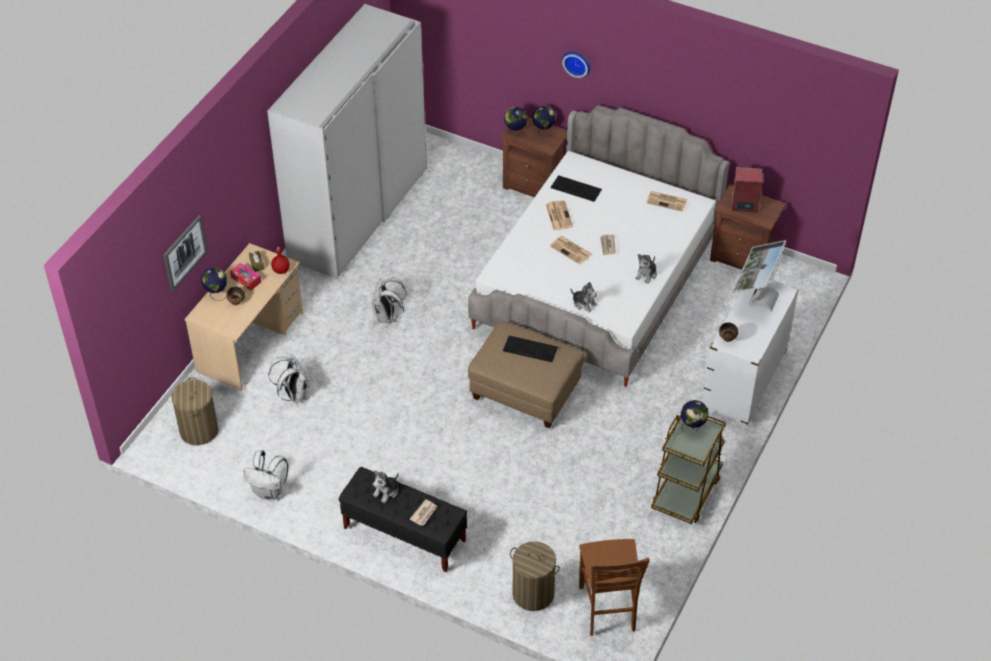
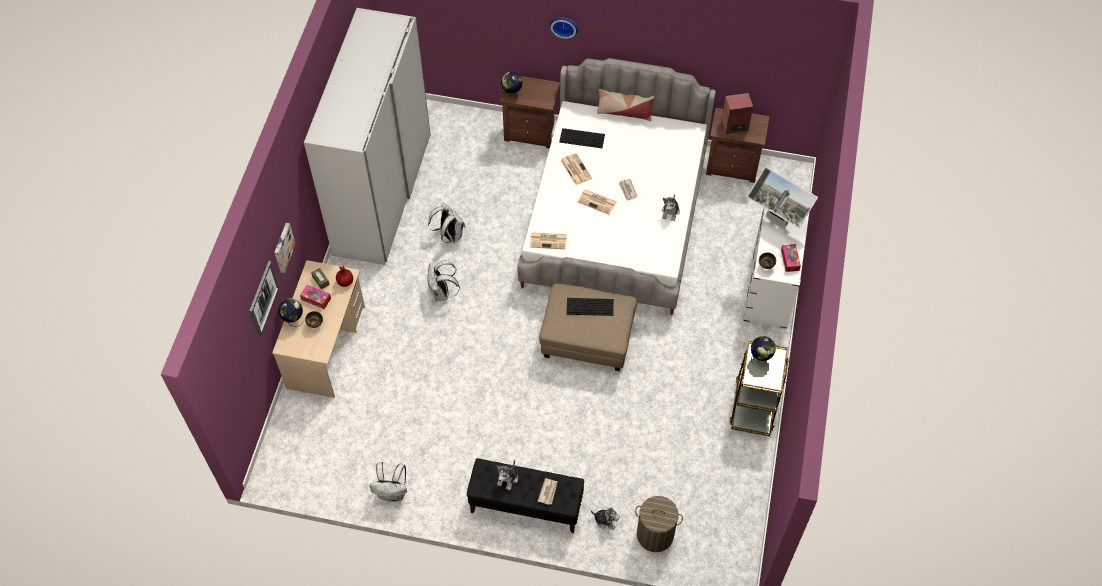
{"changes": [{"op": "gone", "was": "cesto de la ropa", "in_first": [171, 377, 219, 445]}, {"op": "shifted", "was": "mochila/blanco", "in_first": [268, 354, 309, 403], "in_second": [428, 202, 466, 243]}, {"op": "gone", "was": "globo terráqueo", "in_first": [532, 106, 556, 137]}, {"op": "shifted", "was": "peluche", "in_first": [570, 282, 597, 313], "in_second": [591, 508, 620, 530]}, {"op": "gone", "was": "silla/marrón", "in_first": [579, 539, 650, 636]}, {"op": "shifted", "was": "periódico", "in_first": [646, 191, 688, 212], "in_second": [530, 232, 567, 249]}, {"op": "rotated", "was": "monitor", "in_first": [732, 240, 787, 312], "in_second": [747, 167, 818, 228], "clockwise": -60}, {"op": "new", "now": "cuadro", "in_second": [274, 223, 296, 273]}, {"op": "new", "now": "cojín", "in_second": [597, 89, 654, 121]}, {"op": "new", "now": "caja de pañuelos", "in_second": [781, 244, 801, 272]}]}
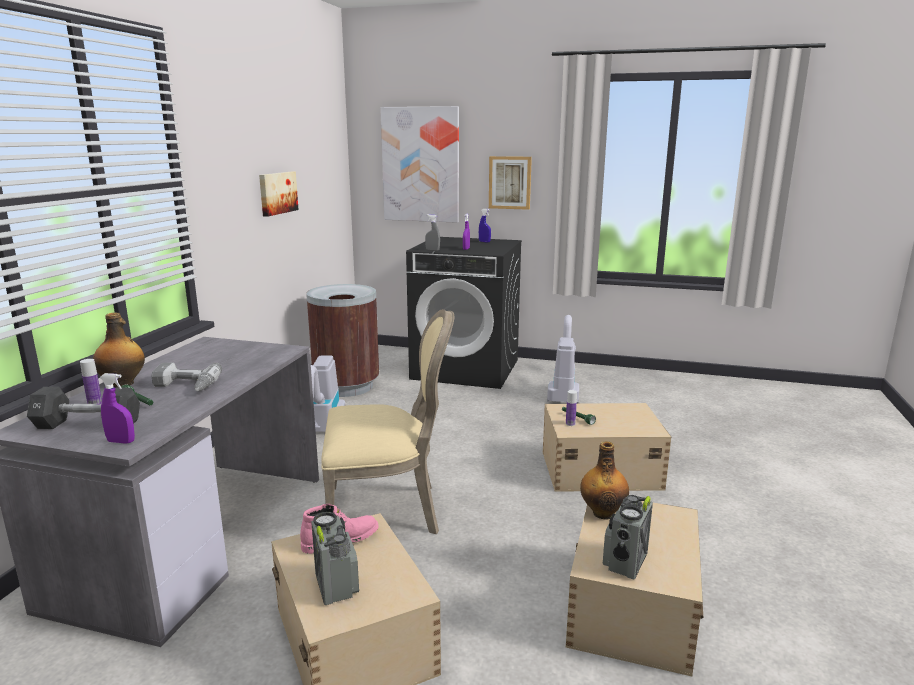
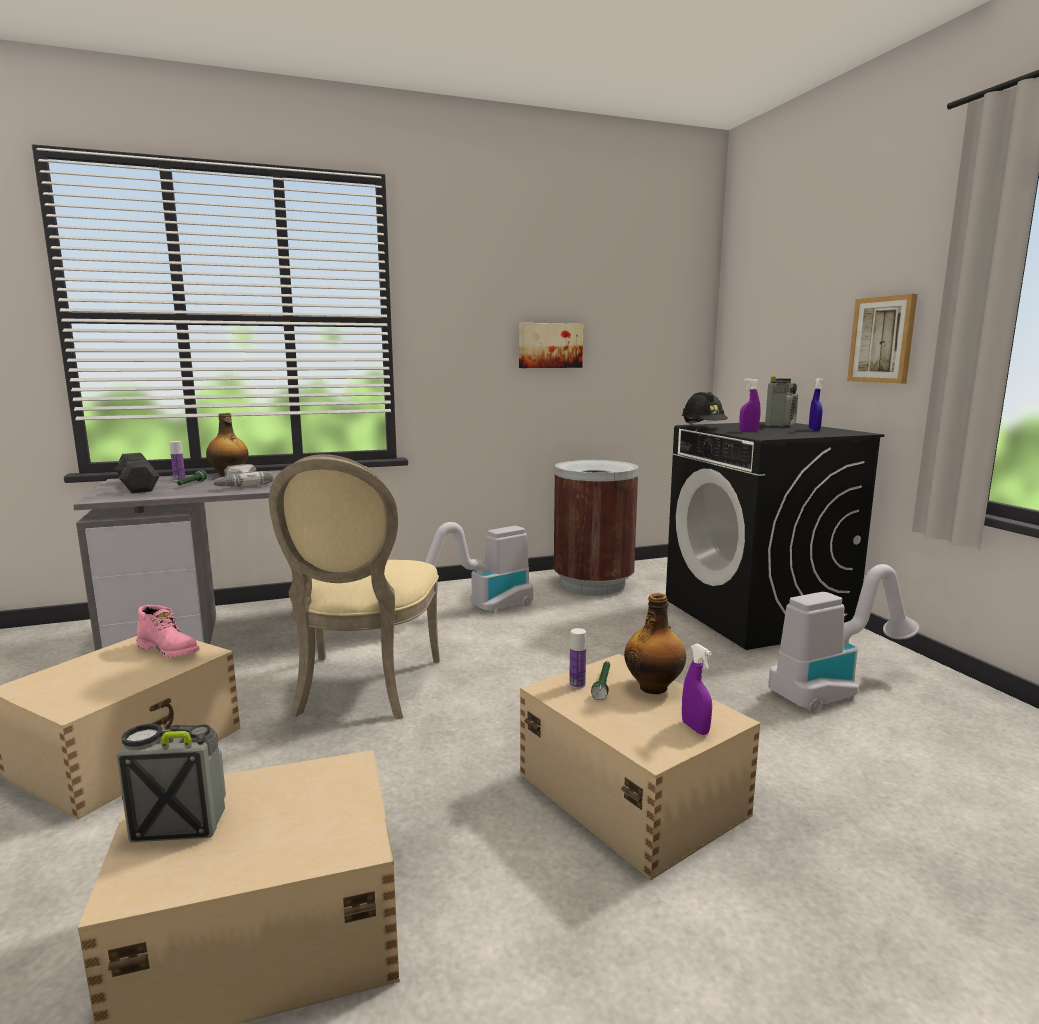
{"changes": [{"op": "shifted", "was": "pulverizador/morado", "in_first": [100, 373, 135, 444], "in_second": [682, 644, 712, 735]}, {"op": "shifted", "was": "radio", "in_first": [311, 512, 359, 605], "in_second": [765, 376, 798, 427]}, {"op": "rotated", "was": "silla/beis", "in_first": [321, 309, 454, 534], "in_second": [269, 454, 440, 720], "clockwise": 45}, {"op": "gone", "was": "cuadro", "in_first": [380, 106, 459, 223]}, {"op": "swapped", "was": "pulverizador/gris", "now": "casco/negro", "in_first": [425, 214, 440, 251], "in_second": [682, 392, 728, 425]}, {"op": "shifted", "was": "botella", "in_first": [580, 441, 629, 520], "in_second": [624, 593, 686, 694]}]}
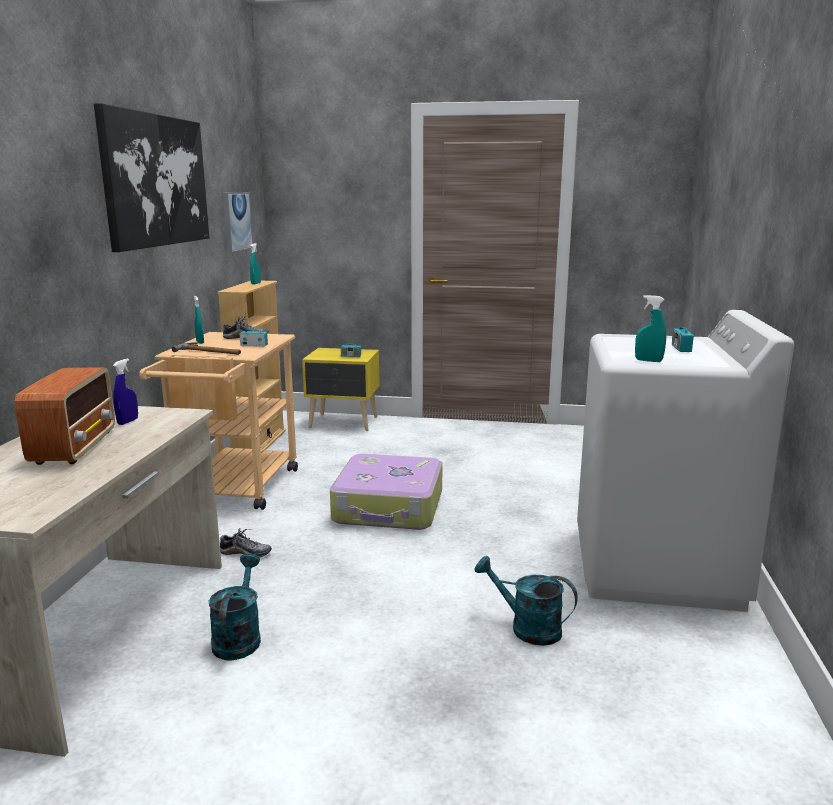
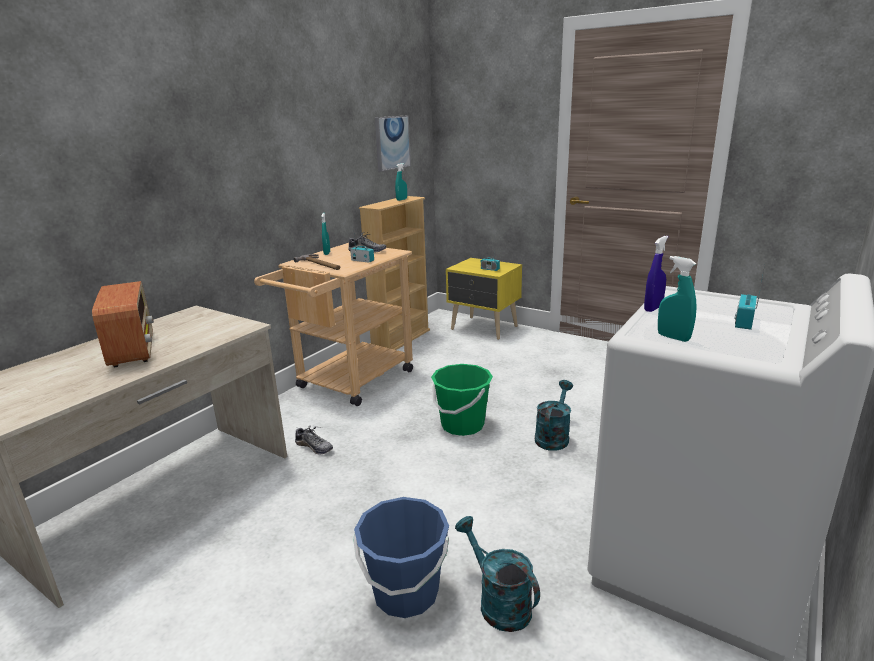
{"changes": [{"op": "rotated", "was": "radio", "in_first": [15, 367, 115, 465], "in_second": [92, 281, 154, 368], "clockwise": -45}, {"op": "gone", "was": "cuadro", "in_first": [94, 103, 209, 252]}, {"op": "shifted", "was": "pulverizador/azul", "in_first": [113, 358, 138, 425], "in_second": [644, 236, 668, 312]}, {"op": "shifted", "was": "regadera/turquesa", "in_first": [209, 553, 261, 660], "in_second": [535, 380, 573, 451]}, {"op": "swapped", "was": "maleta", "now": "cubo/verde", "in_first": [330, 454, 443, 530], "in_second": [431, 364, 493, 436]}, {"op": "new", "now": "cubo/azul", "in_second": [353, 497, 449, 618]}]}
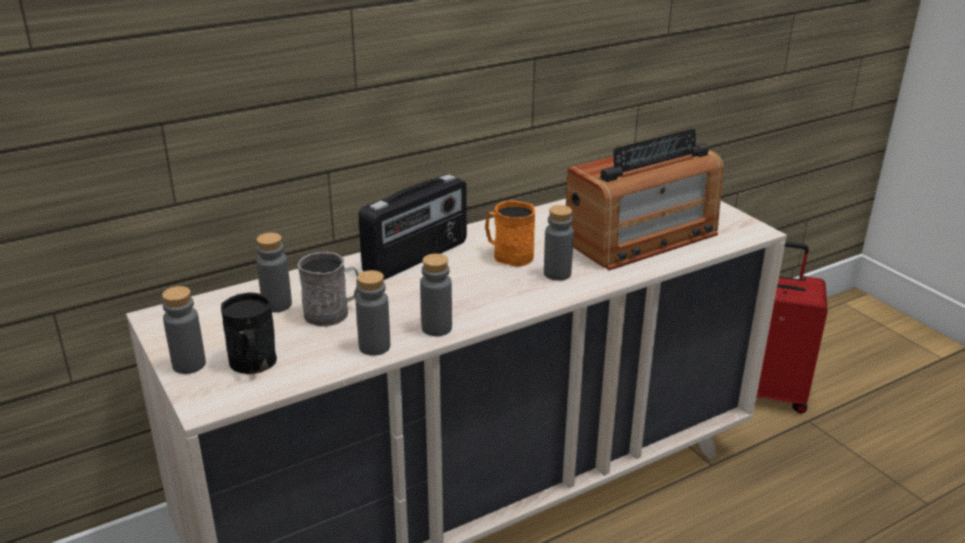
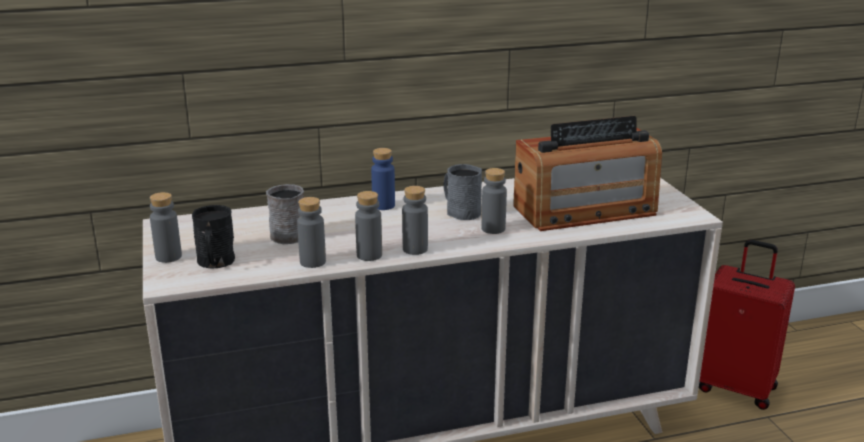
{"changes": [{"op": "shifted", "was": "botella/gris", "in_first": [256, 233, 292, 313], "in_second": [402, 186, 428, 255]}, {"op": "swapped", "was": "radio", "now": "botella/azul", "in_first": [358, 174, 467, 280], "in_second": [371, 148, 395, 210]}, {"op": "repainted", "was": "taza grande/naranja", "now": "taza grande/gris", "in_first": [485, 200, 535, 267], "in_second": [443, 164, 482, 220]}]}
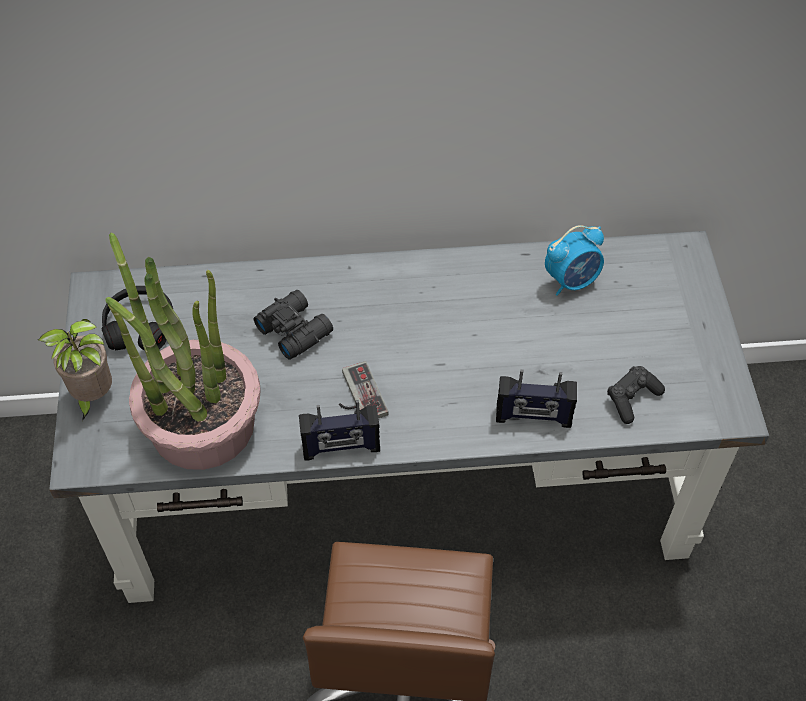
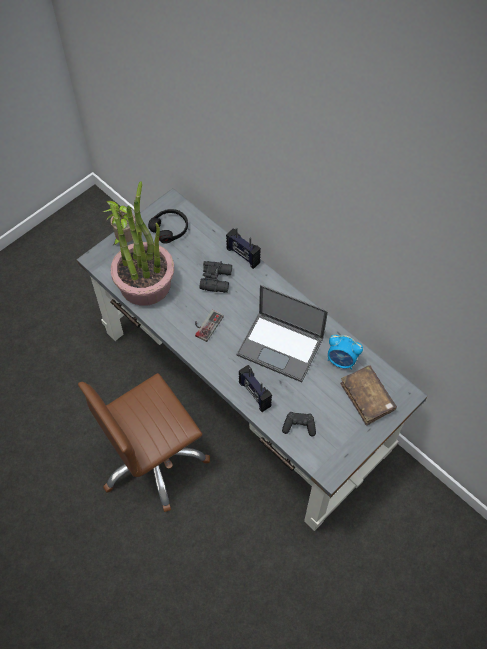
{"changes": [{"op": "shifted", "was": "radio", "in_first": [299, 400, 380, 460], "in_second": [226, 227, 261, 269]}, {"op": "new", "now": "portátil", "in_second": [237, 285, 328, 382]}, {"op": "new", "now": "libro/marrón", "in_second": [340, 365, 397, 426]}]}
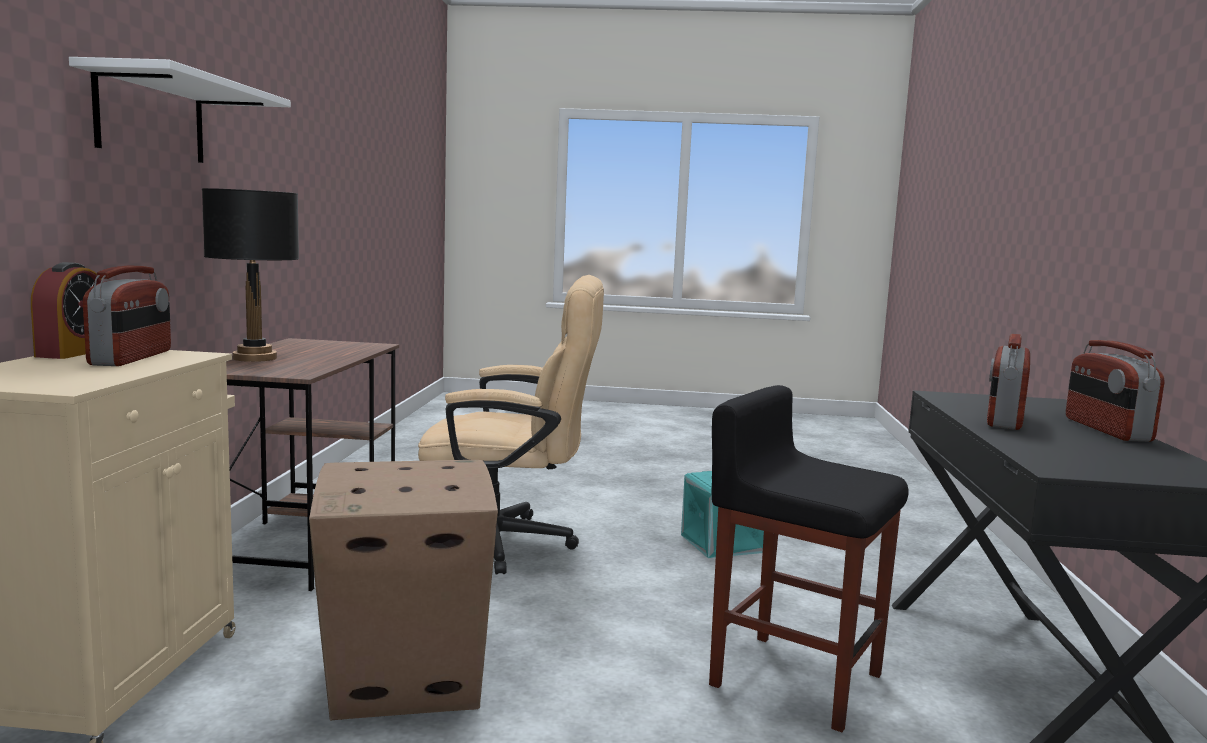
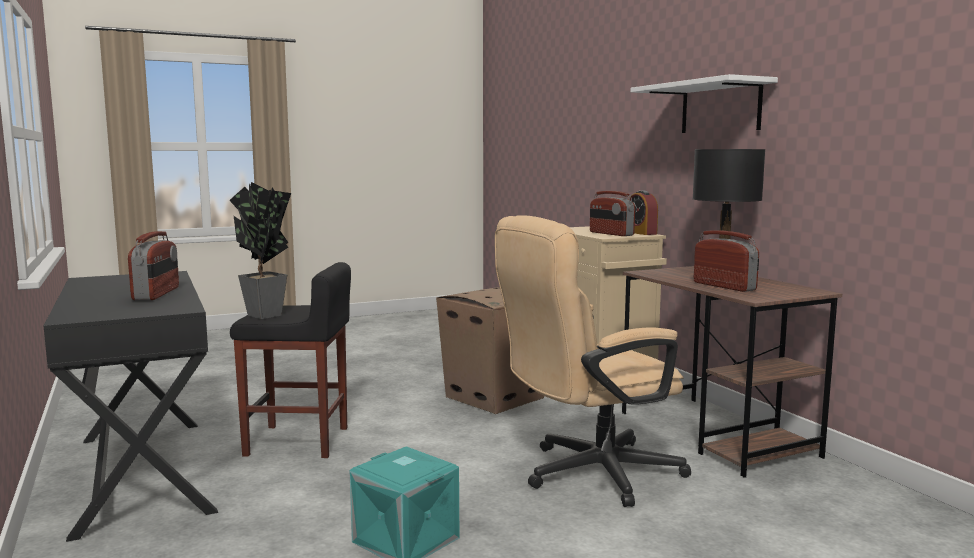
{"changes": [{"op": "shifted", "was": "radio", "in_first": [1066, 340, 1165, 442], "in_second": [694, 230, 759, 292]}, {"op": "new", "now": "planta en maceta", "in_second": [229, 182, 291, 319]}]}
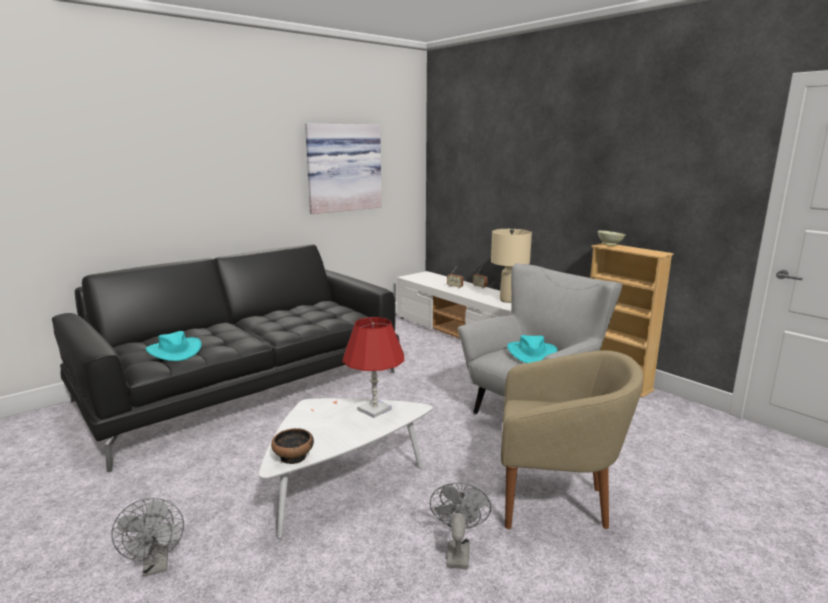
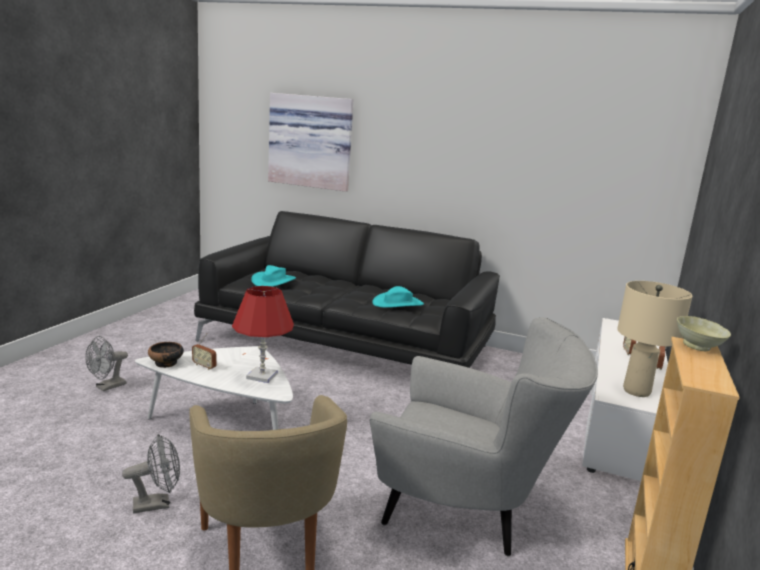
{"changes": [{"op": "shifted", "was": "cuadro", "in_first": [305, 123, 382, 214], "in_second": [268, 93, 353, 192]}, {"op": "shifted", "was": "sombrero/turquesa", "in_first": [507, 335, 557, 363], "in_second": [372, 286, 424, 308]}, {"op": "new", "now": "radio", "in_second": [192, 333, 216, 370]}]}
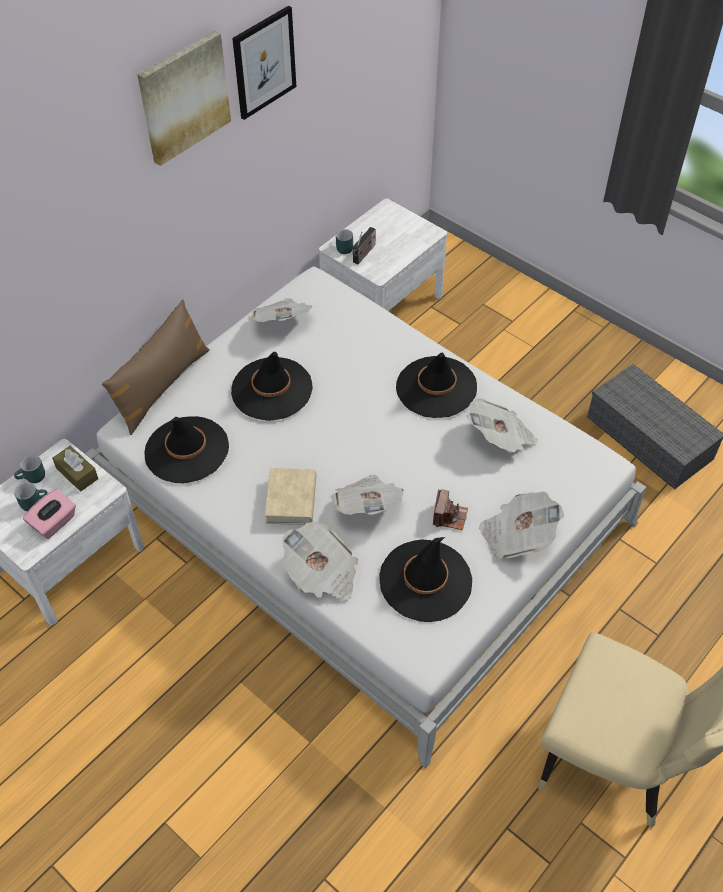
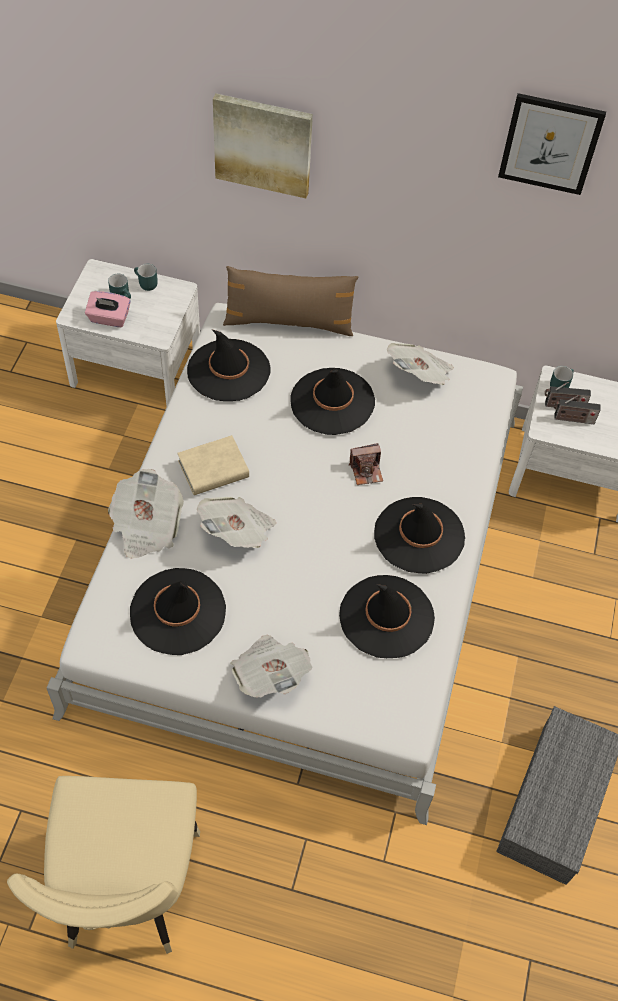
{"changes": [{"op": "gone", "was": "caja de pañuelos/marrón", "in_first": [52, 446, 98, 492]}, {"op": "shifted", "was": "cuadro", "in_first": [137, 30, 231, 166], "in_second": [213, 93, 313, 198]}, {"op": "shifted", "was": "cámara", "in_first": [433, 489, 468, 530], "in_second": [349, 443, 383, 485]}, {"op": "swapped", "was": "periódico", "now": "sombrero/negro", "in_first": [467, 399, 537, 453], "in_second": [339, 575, 435, 658]}, {"op": "new", "now": "radio", "in_second": [554, 395, 601, 424]}]}
